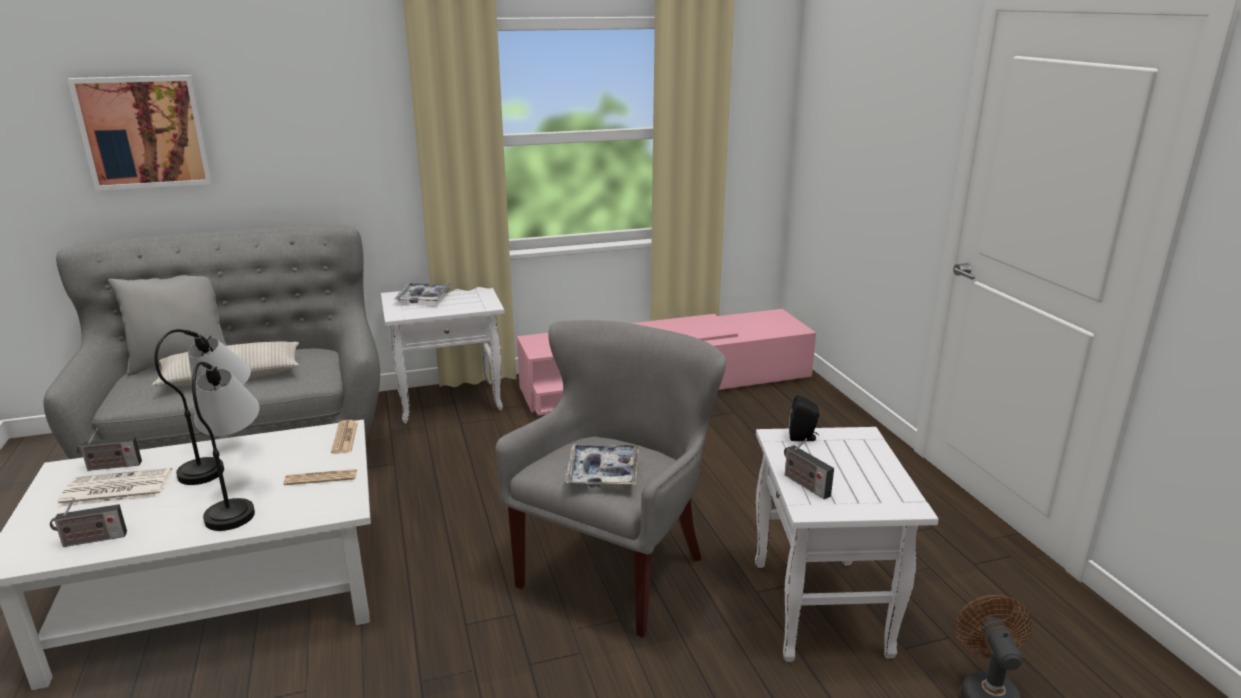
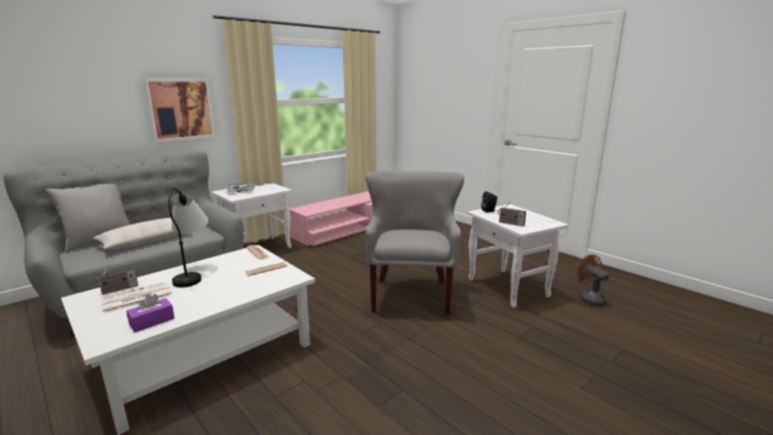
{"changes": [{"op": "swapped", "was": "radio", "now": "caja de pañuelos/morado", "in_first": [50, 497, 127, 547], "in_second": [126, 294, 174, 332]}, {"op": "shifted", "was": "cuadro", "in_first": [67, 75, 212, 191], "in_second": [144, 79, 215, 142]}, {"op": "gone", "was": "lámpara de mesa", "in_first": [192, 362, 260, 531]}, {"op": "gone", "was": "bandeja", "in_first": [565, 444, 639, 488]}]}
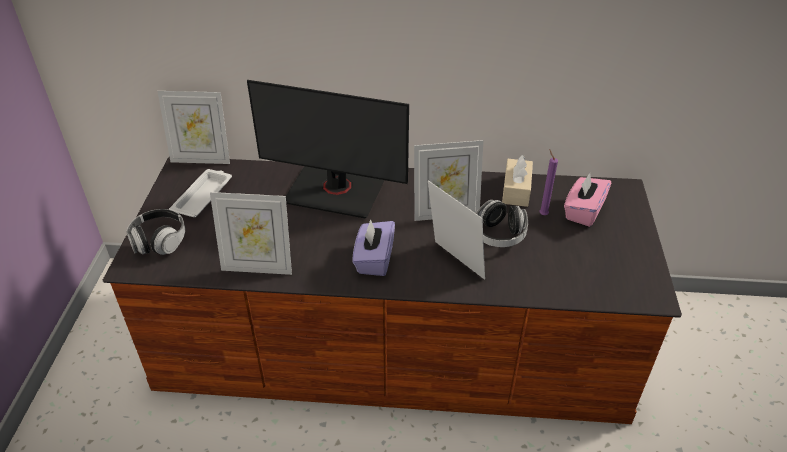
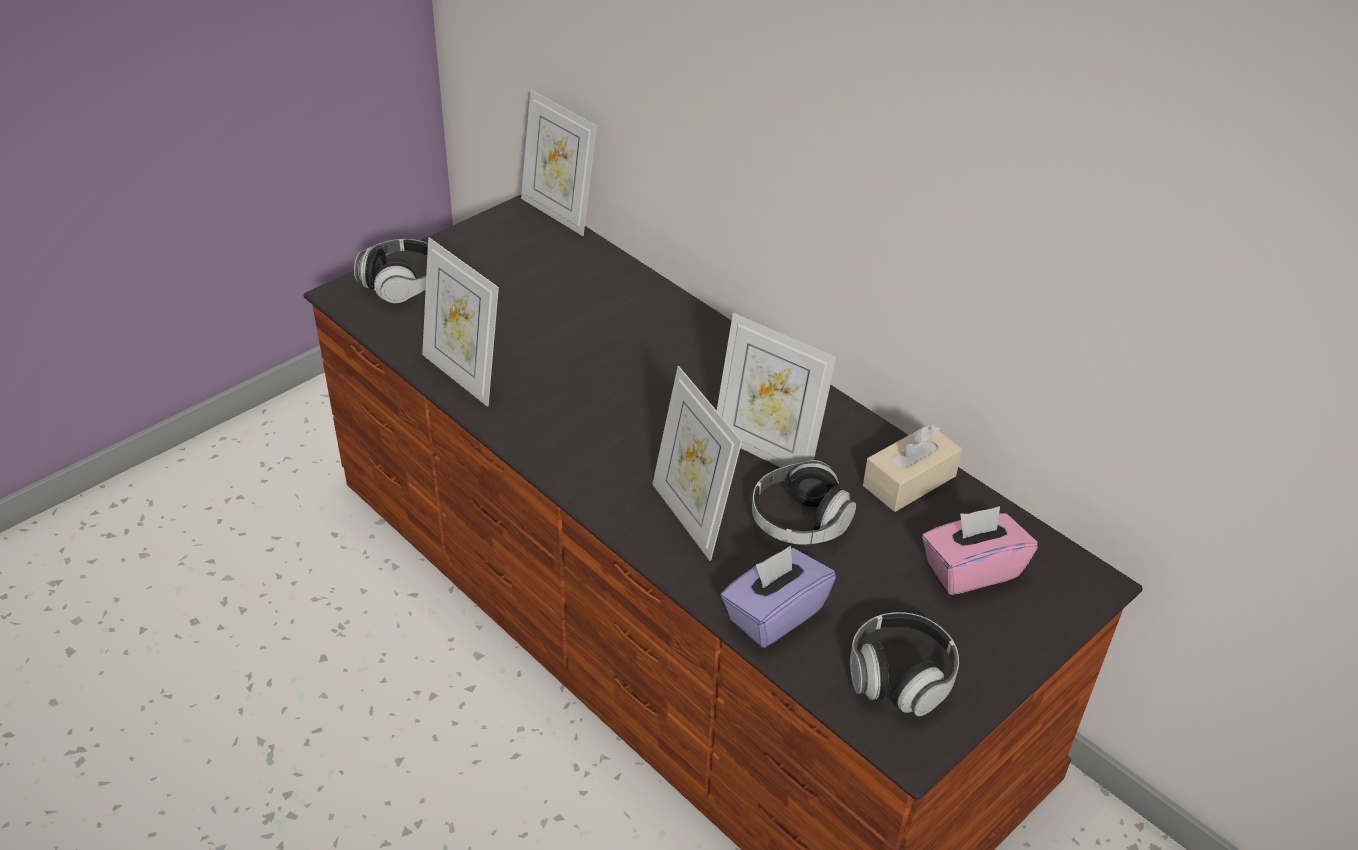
{"changes": [{"op": "gone", "was": "bandeja/blanco", "in_first": [169, 169, 232, 217]}, {"op": "gone", "was": "monitor", "in_first": [247, 80, 409, 218]}, {"op": "shifted", "was": "caja de pañuelos/morado", "in_first": [352, 219, 395, 276], "in_second": [721, 546, 836, 648]}, {"op": "rotated", "was": "portarretratos", "in_first": [428, 180, 485, 280], "in_second": [652, 366, 742, 561], "clockwise": 150}, {"op": "gone", "was": "vela/morado", "in_first": [539, 149, 558, 215]}, {"op": "new", "now": "auriculares", "in_second": [850, 612, 959, 716]}]}
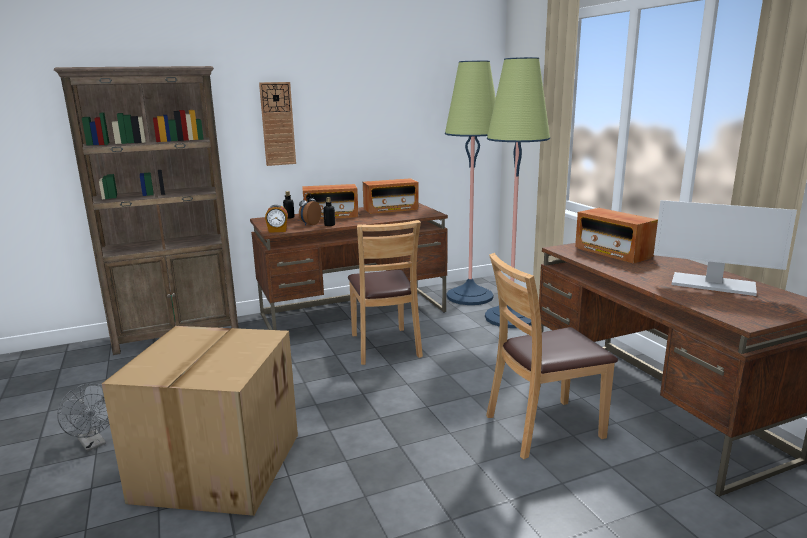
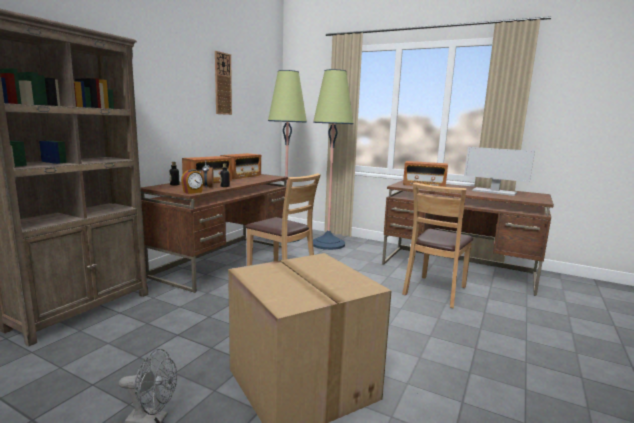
{"changes": [{"op": "shifted", "was": "reloj de pared", "in_first": [259, 82, 296, 166], "in_second": [215, 51, 232, 115]}, {"op": "rotated", "was": "monitor", "in_first": [654, 200, 797, 296], "in_second": [464, 147, 535, 196], "clockwise": 45}]}
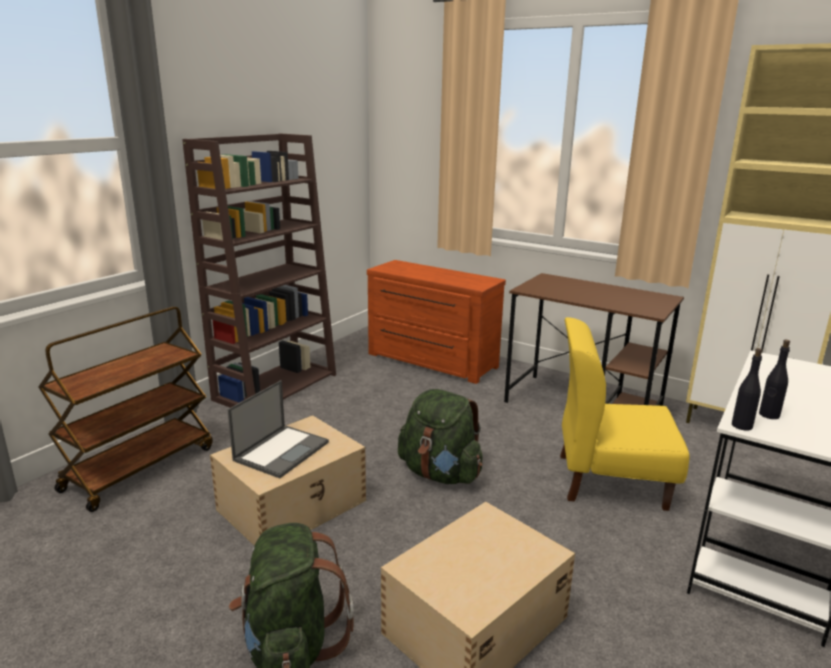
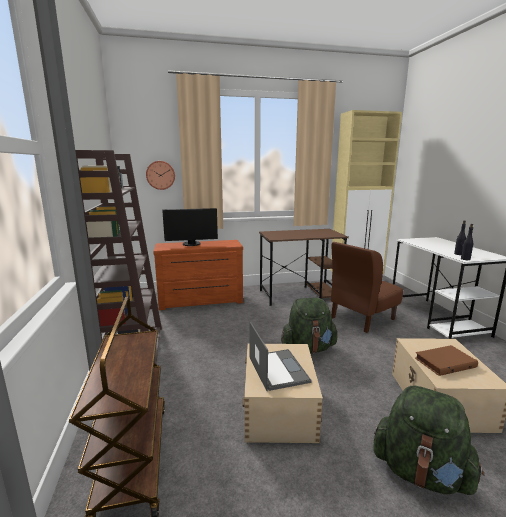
{"changes": [{"op": "repainted", "was": "silla/amarillo", "now": "silla/marrón", "in_first": [560, 317, 690, 511], "in_second": [331, 242, 403, 333]}, {"op": "new", "now": "reloj de pared", "in_second": [146, 161, 175, 190]}, {"op": "new", "now": "monitor", "in_second": [162, 208, 218, 246]}, {"op": "new", "now": "libro/marrón", "in_second": [415, 345, 478, 376]}]}
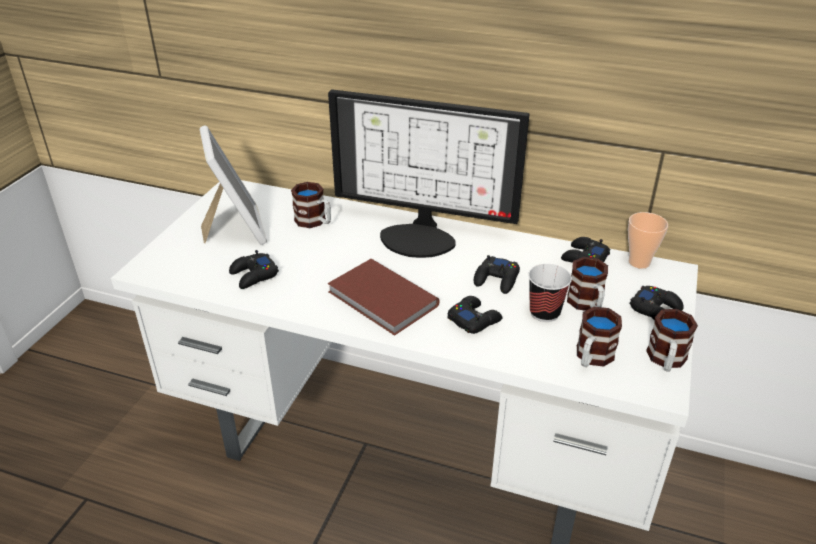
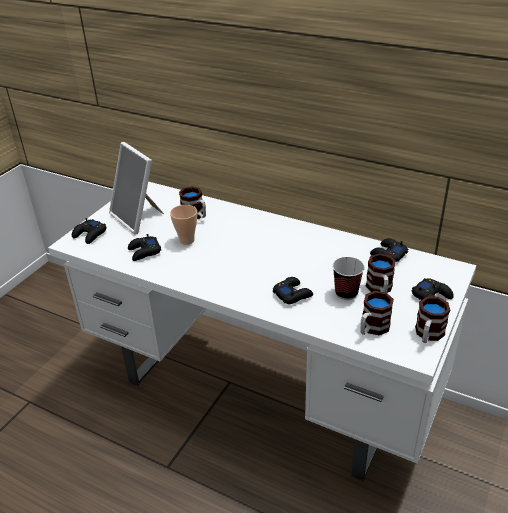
{"changes": [{"op": "rotated", "was": "portarretratos", "in_first": [199, 125, 267, 245], "in_second": [109, 142, 164, 234], "clockwise": 150}, {"op": "gone", "was": "libro/marrón", "in_first": [327, 259, 439, 336]}, {"op": "gone", "was": "monitor", "in_first": [328, 89, 529, 258]}, {"op": "shifted", "was": "mando de consola/negro", "in_first": [474, 255, 520, 294], "in_second": [72, 218, 106, 244]}, {"op": "shifted", "was": "taza", "in_first": [628, 212, 668, 268], "in_second": [170, 205, 197, 245]}]}
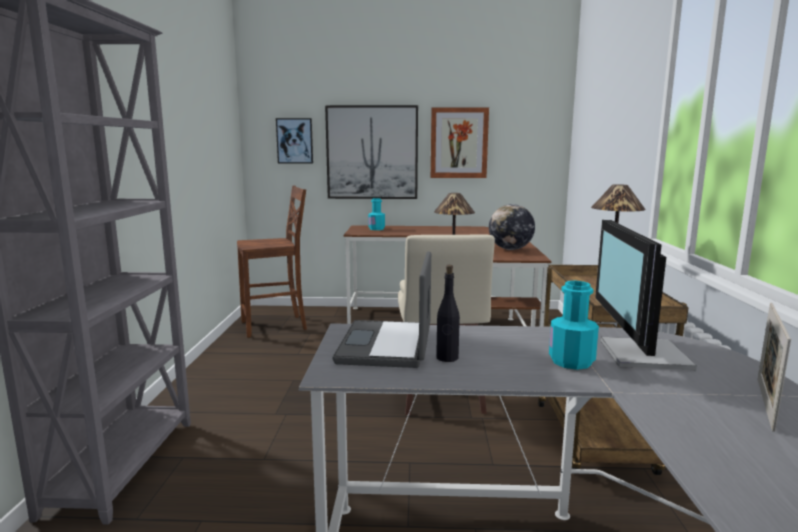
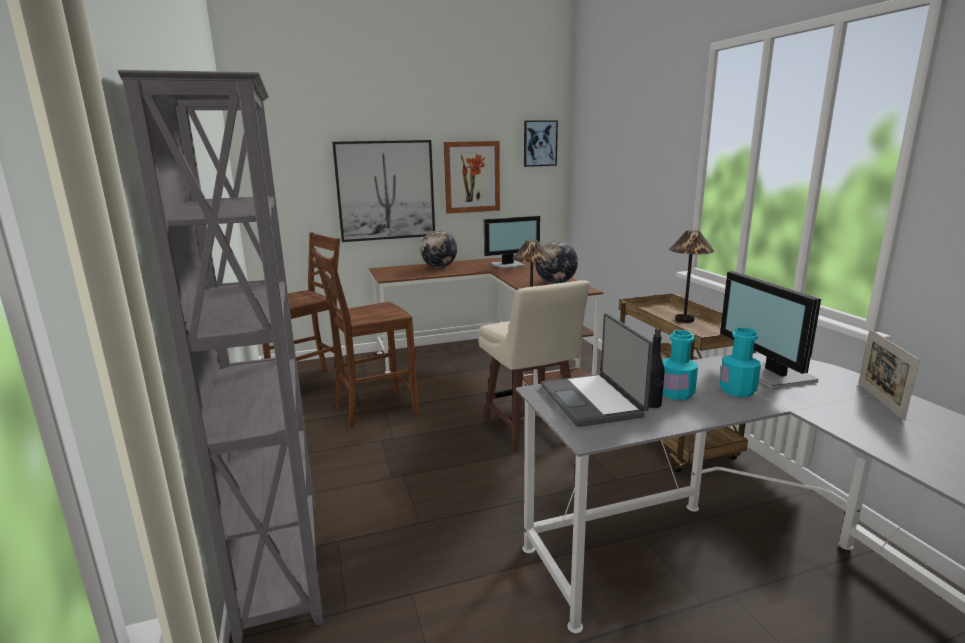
{"changes": [{"op": "shifted", "was": "cuadro", "in_first": [276, 118, 313, 164], "in_second": [524, 120, 558, 167]}, {"op": "shifted", "was": "botella/turquesa", "in_first": [368, 198, 385, 230], "in_second": [662, 330, 698, 400]}, {"op": "new", "now": "silla/marrón", "in_second": [312, 248, 419, 429]}, {"op": "new", "now": "globo terráqueo", "in_second": [420, 230, 457, 268]}, {"op": "new", "now": "monitor", "in_second": [484, 216, 540, 269]}]}
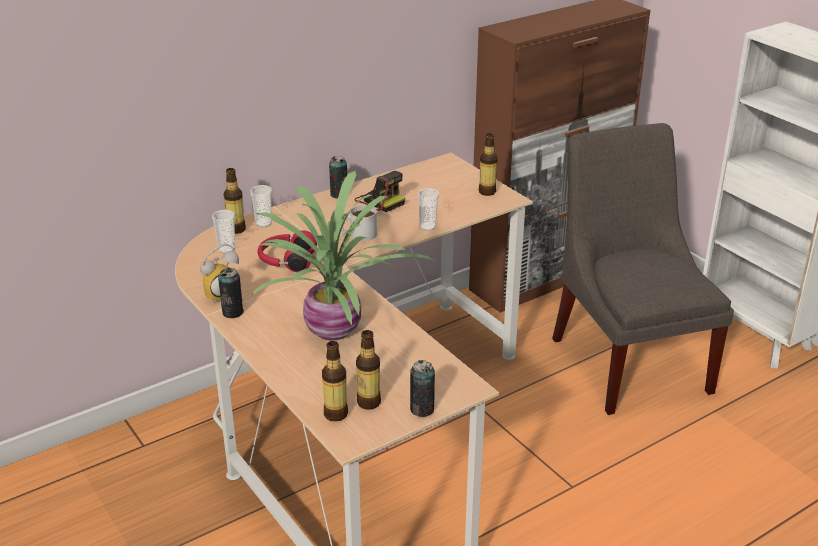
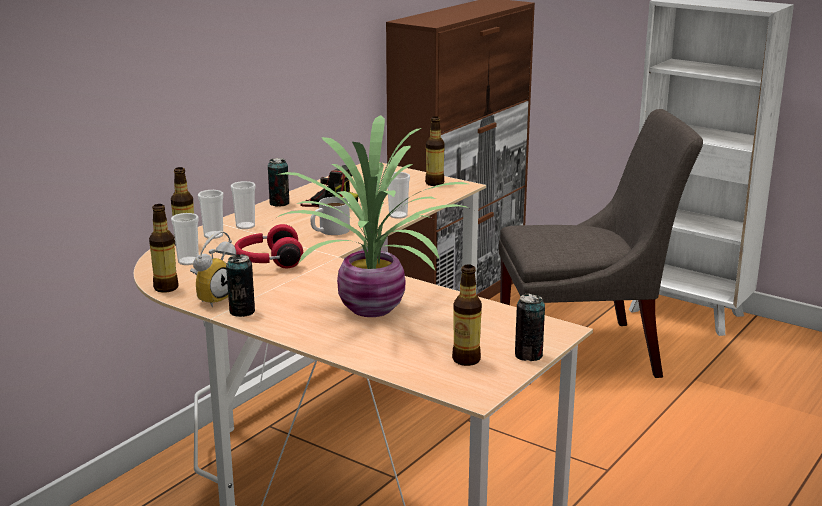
{"changes": [{"op": "shifted", "was": "botella", "in_first": [322, 341, 348, 421], "in_second": [149, 204, 178, 293]}, {"op": "rotated", "was": "silla/gris", "in_first": [552, 123, 734, 415], "in_second": [499, 109, 703, 378], "clockwise": 120}, {"op": "new", "now": "taza", "in_second": [231, 181, 256, 229]}]}
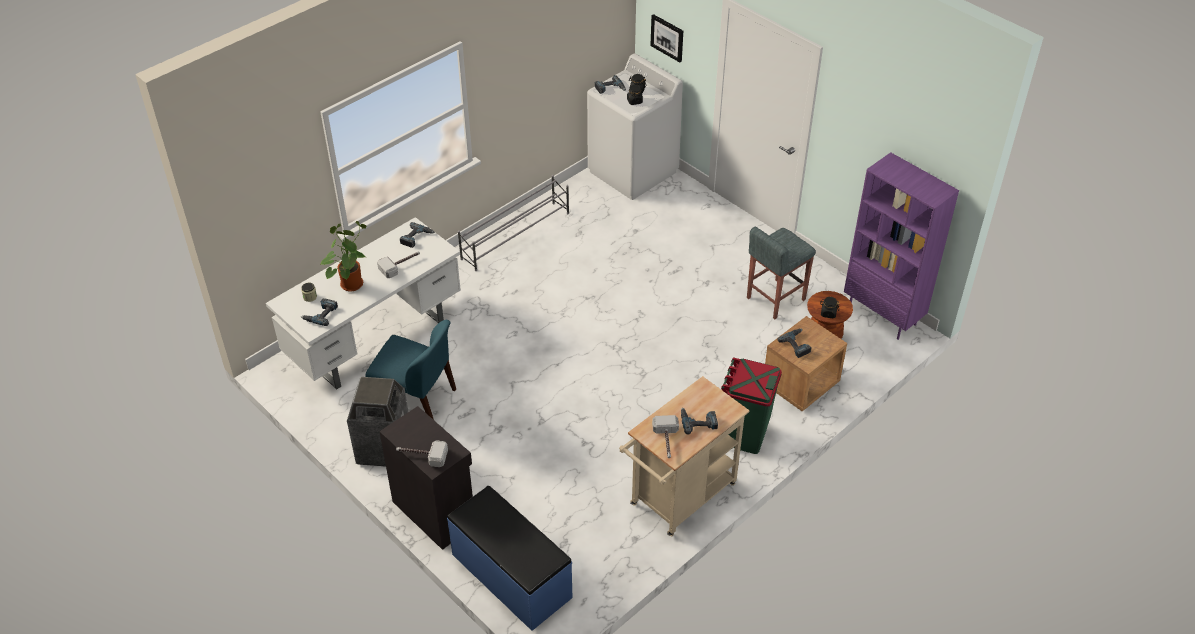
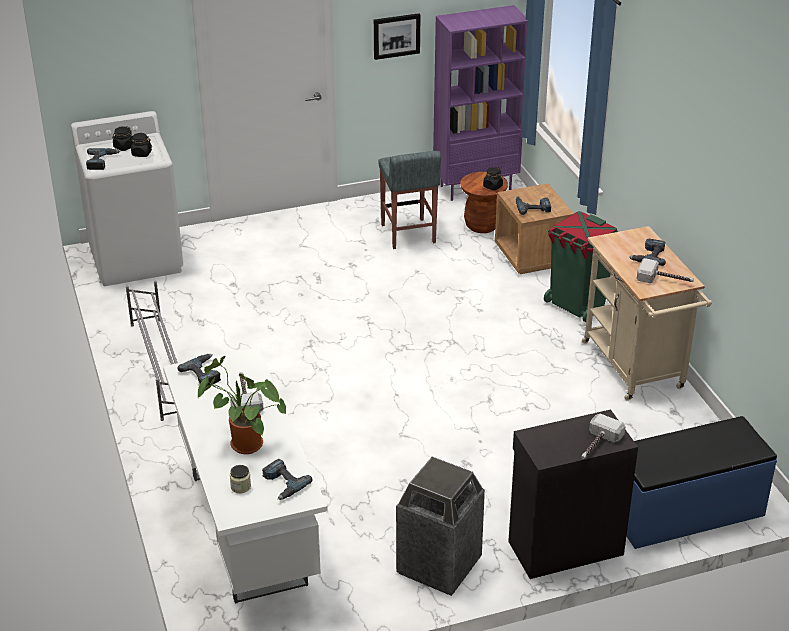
{"changes": [{"op": "gone", "was": "silla/azul", "in_first": [365, 320, 456, 420]}, {"op": "shifted", "was": "cuadro", "in_first": [650, 14, 683, 62], "in_second": [374, 13, 420, 60]}]}
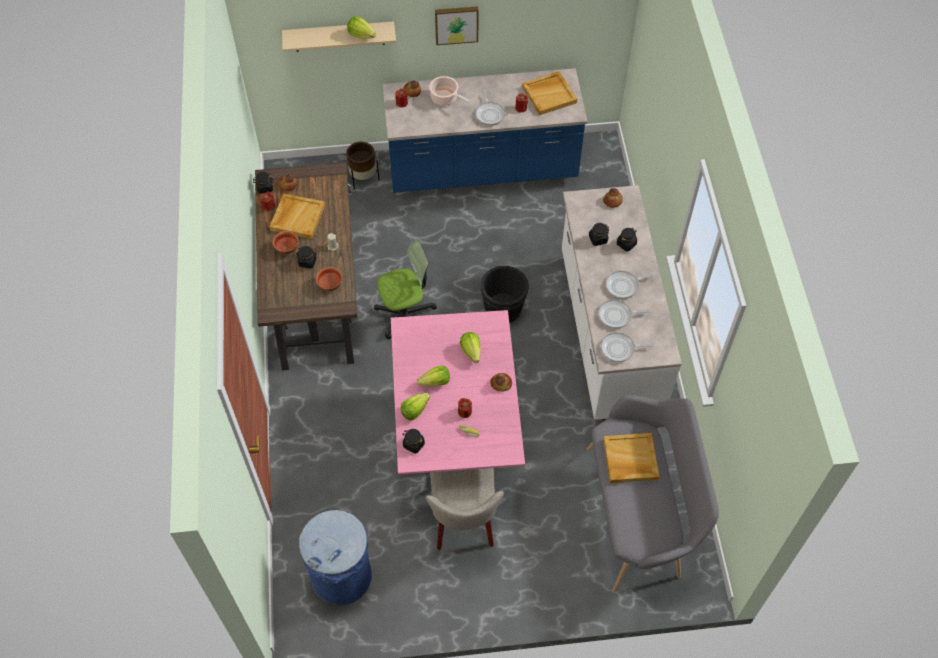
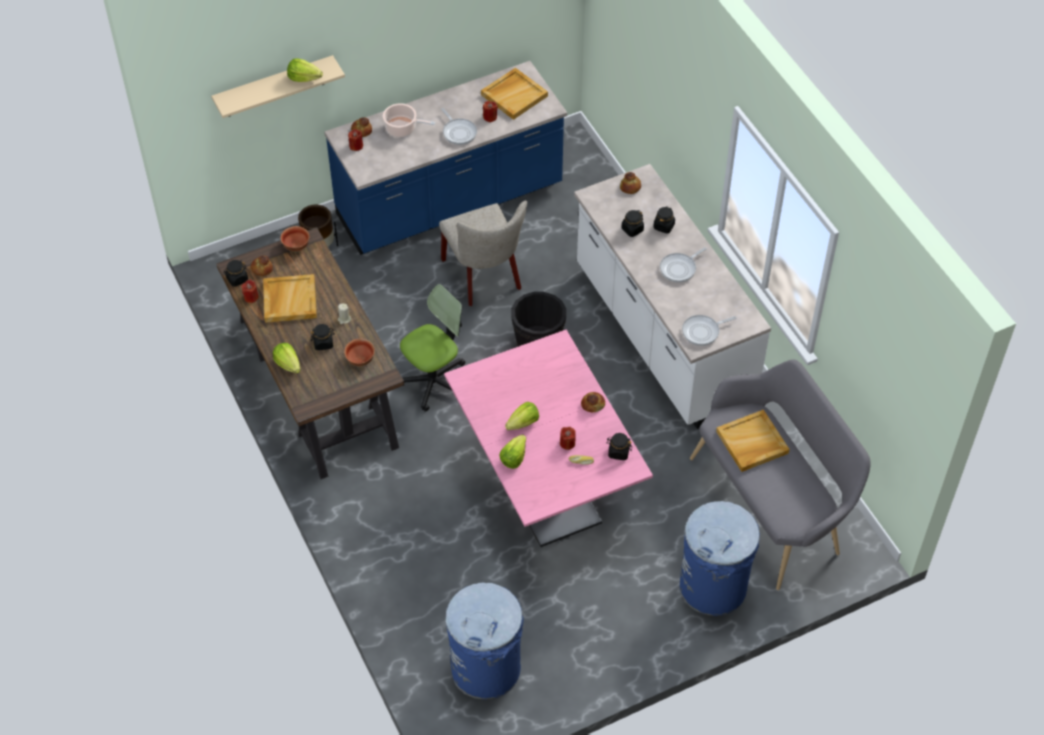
{"changes": [{"op": "shifted", "was": "cuenco", "in_first": [273, 231, 298, 254], "in_second": [280, 226, 310, 251]}, {"op": "shifted", "was": "tarro/negro", "in_first": [402, 429, 425, 454], "in_second": [606, 433, 632, 460]}, {"op": "shifted", "was": "silla/beis", "in_first": [426, 468, 504, 550], "in_second": [439, 200, 527, 306]}, {"op": "gone", "was": "cuadro", "in_first": [435, 6, 479, 45]}, {"op": "shifted", "was": "lechuga", "in_first": [460, 332, 481, 363], "in_second": [273, 343, 300, 373]}, {"op": "gone", "was": "sartén", "in_first": [598, 300, 650, 329]}, {"op": "new", "now": "papelera/azul", "in_second": [680, 501, 760, 616]}]}
